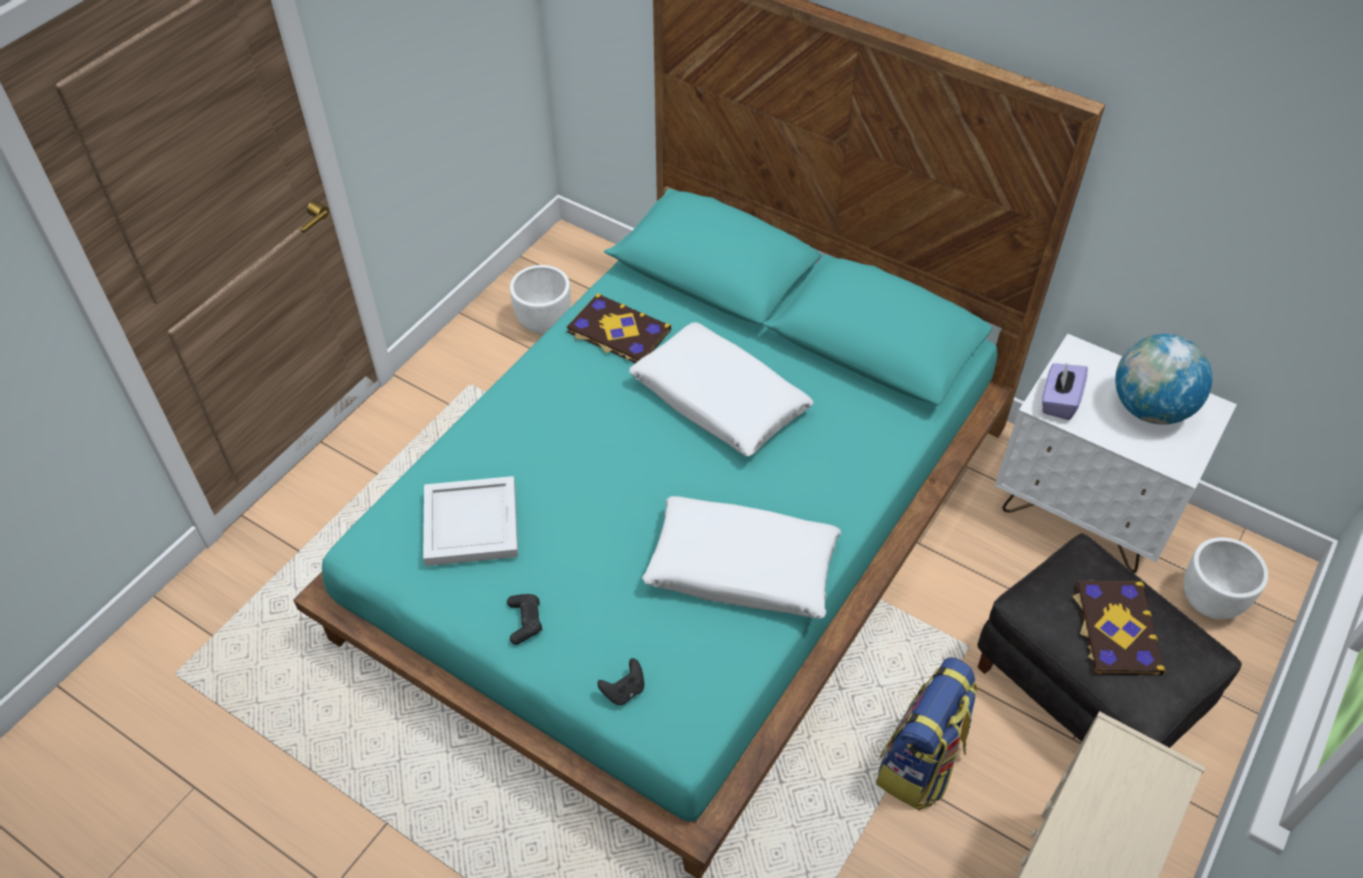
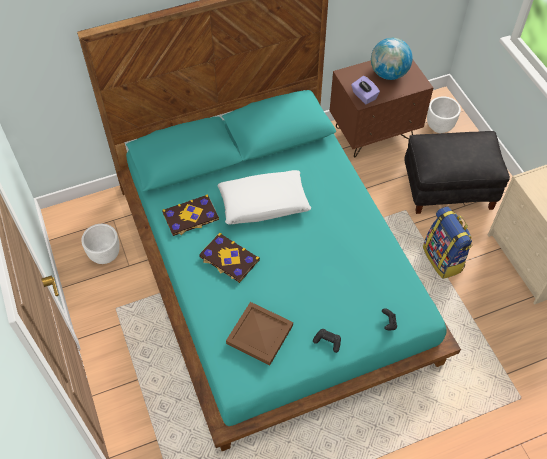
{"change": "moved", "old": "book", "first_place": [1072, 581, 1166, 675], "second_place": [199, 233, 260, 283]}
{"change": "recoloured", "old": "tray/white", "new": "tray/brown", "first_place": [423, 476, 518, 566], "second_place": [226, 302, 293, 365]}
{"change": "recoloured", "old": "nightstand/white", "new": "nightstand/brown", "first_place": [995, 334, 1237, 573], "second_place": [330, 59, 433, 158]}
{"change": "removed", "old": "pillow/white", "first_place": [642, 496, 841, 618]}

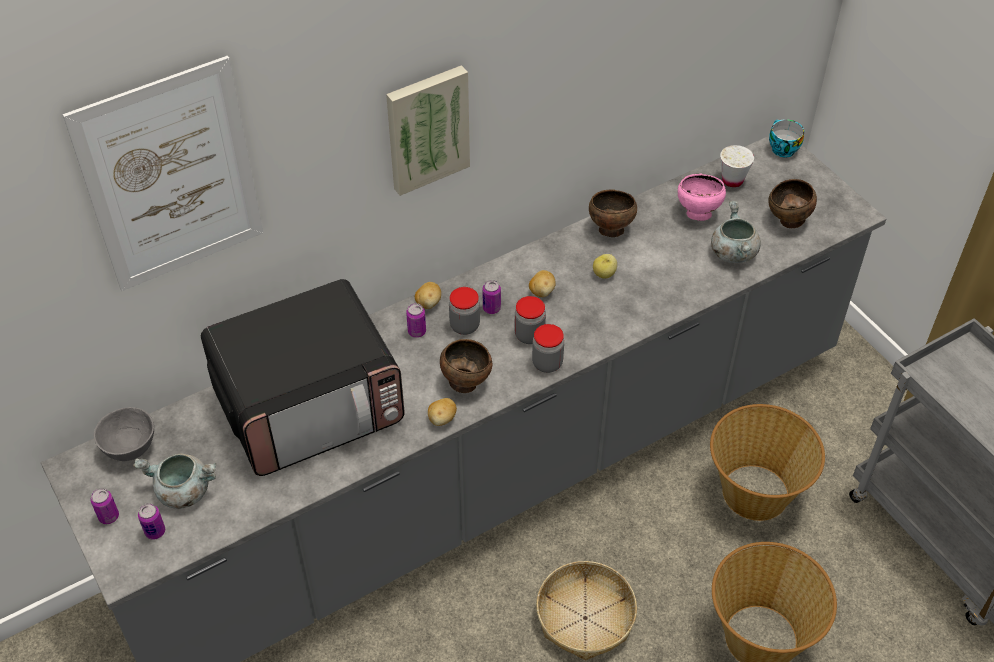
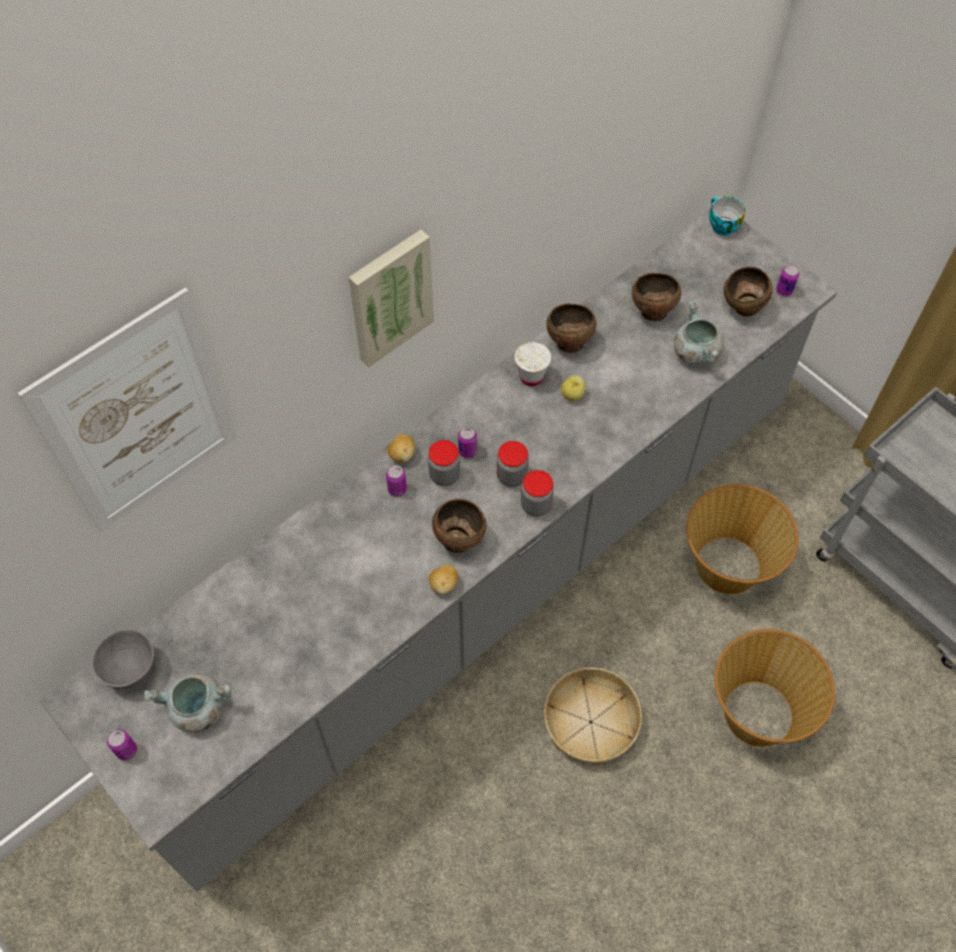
{"change": "moved", "old": "cup/white", "first_place": [720, 145, 754, 187], "second_place": [515, 342, 551, 386]}
{"change": "recoloured", "old": "bowl/pink", "new": "bowl/brown", "first_place": [678, 174, 726, 221], "second_place": [632, 272, 681, 321]}
{"change": "moved", "old": "can", "first_place": [138, 503, 165, 540], "second_place": [776, 264, 799, 297]}
{"change": "removed", "old": "microwave", "first_place": [201, 279, 405, 476]}
{"change": "removed", "old": "potato", "first_place": [529, 270, 556, 297]}

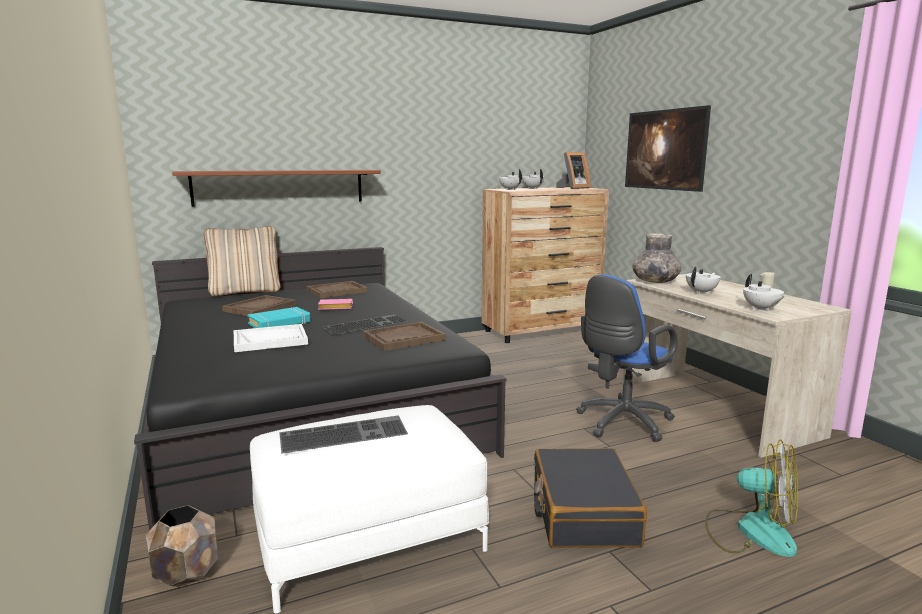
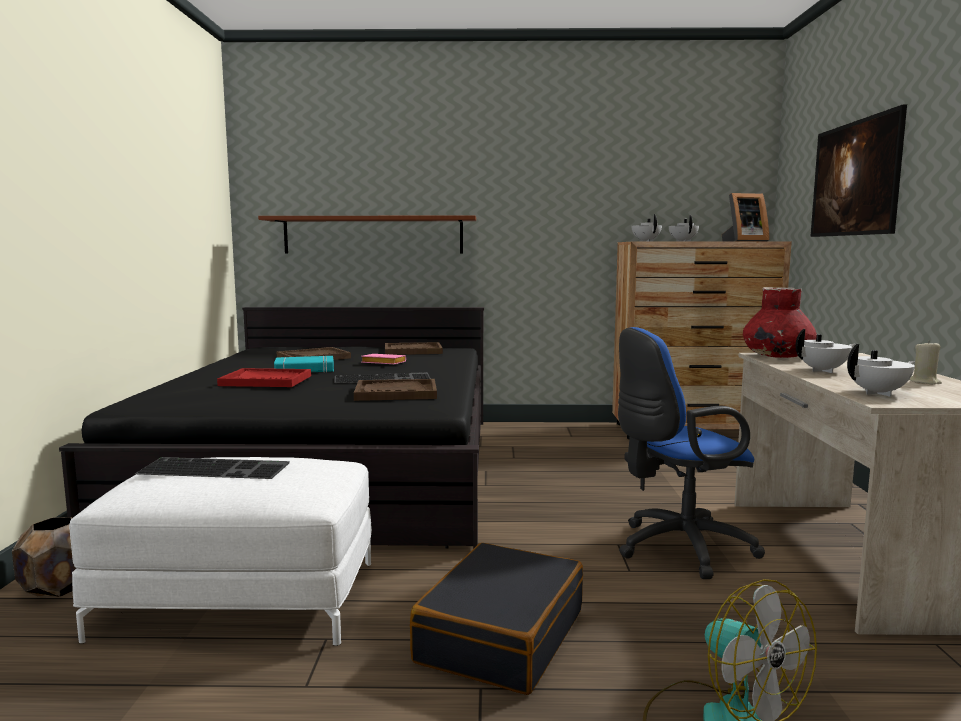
{"change": "recoloured", "old": "tray/white", "new": "tray/red", "first_place": [234, 324, 308, 352], "second_place": [217, 368, 311, 387]}
{"change": "recoloured", "old": "vase/grey", "new": "vase/red", "first_place": [632, 233, 681, 283], "second_place": [743, 287, 817, 358]}
{"change": "turned", "old": "teapot/white", "first_place": [743, 274, 785, 311], "second_place": [847, 344, 915, 397], "degrees": -120}
{"change": "removed", "old": "pillow/beige", "first_place": [204, 226, 281, 297]}

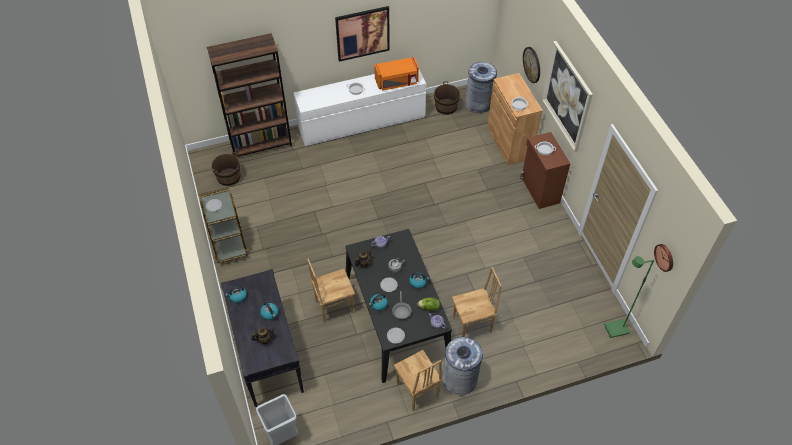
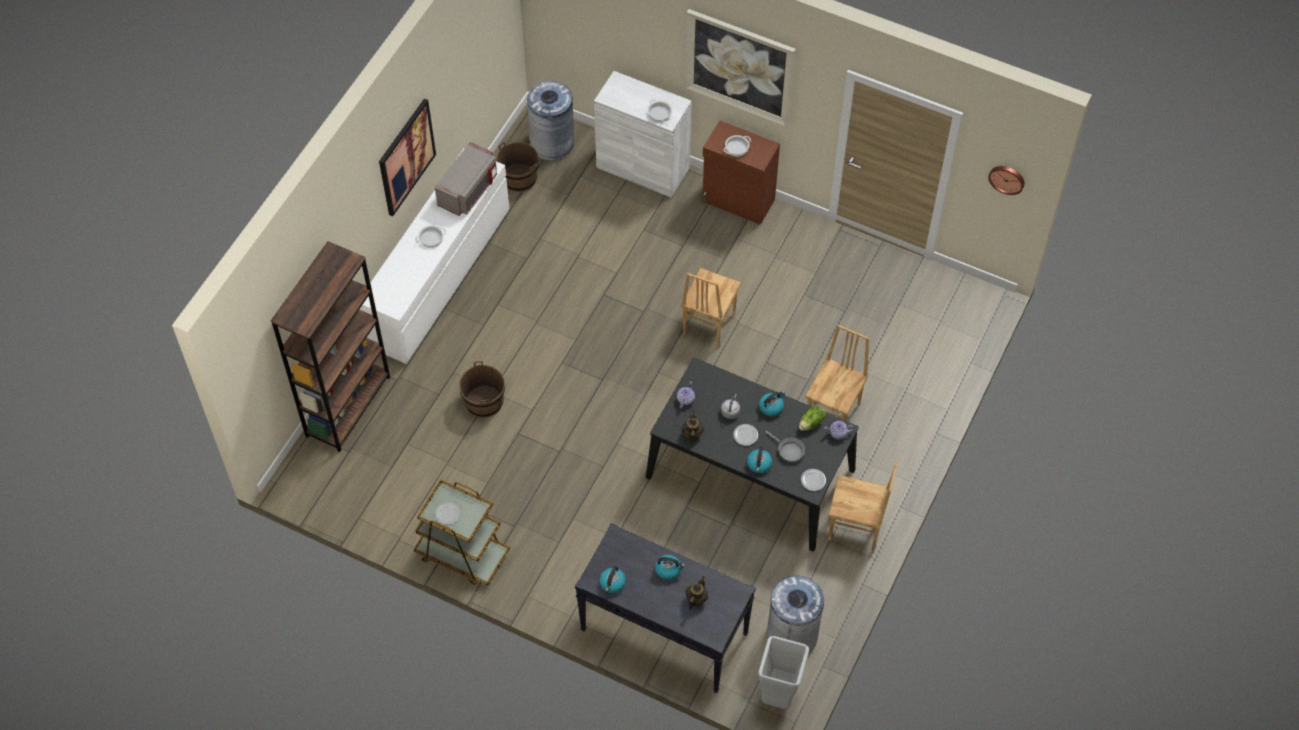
{"change": "recoloured", "old": "microwave/orange", "new": "microwave/grey", "first_place": [374, 57, 419, 91], "second_place": [435, 141, 497, 216]}
{"change": "moved", "old": "bucket/brown", "first_place": [211, 152, 241, 186], "second_place": [459, 361, 505, 418]}
{"change": "recoloured", "old": "cabinet/brown", "new": "cabinet/white", "first_place": [487, 73, 543, 165], "second_place": [594, 71, 692, 197]}
{"change": "moved", "old": "chair/brown", "first_place": [307, 258, 355, 323], "second_place": [681, 268, 741, 347]}
{"change": "moved", "old": "trash can/grey", "first_place": [442, 337, 483, 396], "second_place": [766, 576, 824, 654]}
{"change": "removed", "old": "wall clock", "first_place": [523, 47, 540, 83]}
{"change": "removed", "old": "floor lamp/green", "first_place": [604, 256, 654, 338]}

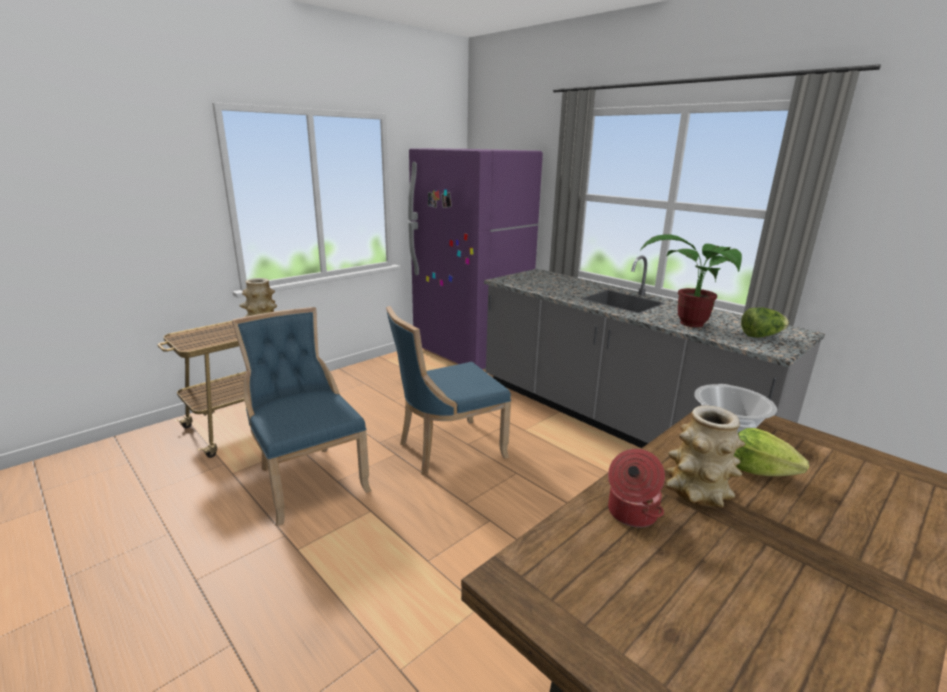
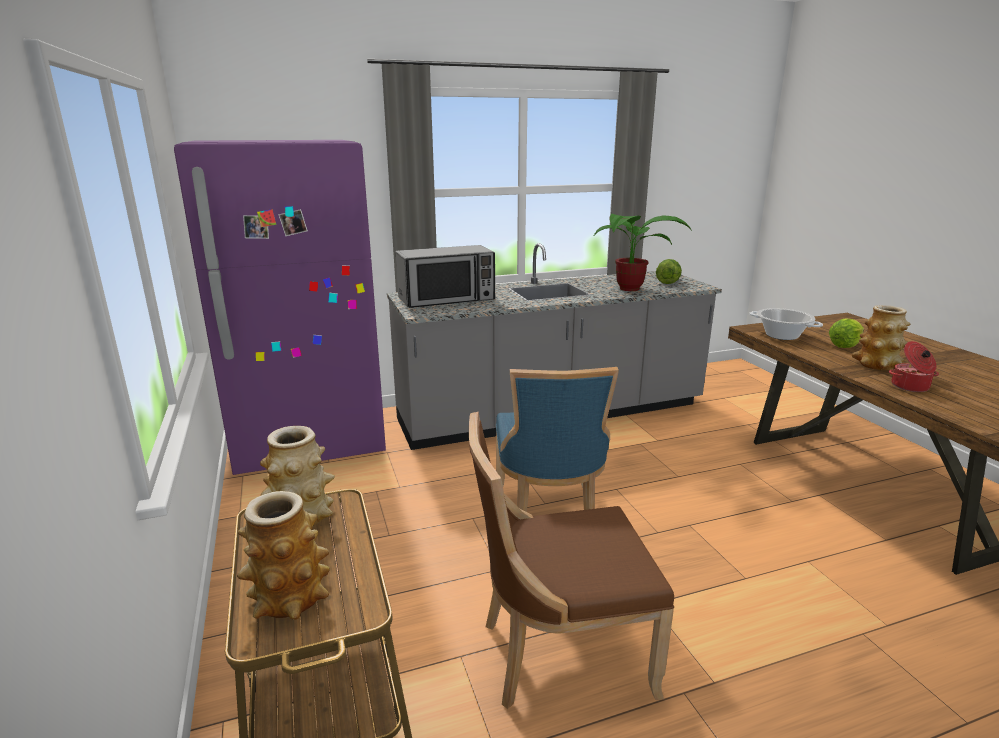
{"change": "added", "new": "vase", "second_place": [237, 491, 330, 620]}
{"change": "added", "new": "microwave", "second_place": [396, 245, 495, 308]}
{"change": "recoloured", "old": "chair/blue", "new": "chair/brown", "first_place": [232, 307, 372, 526], "second_place": [469, 412, 674, 709]}

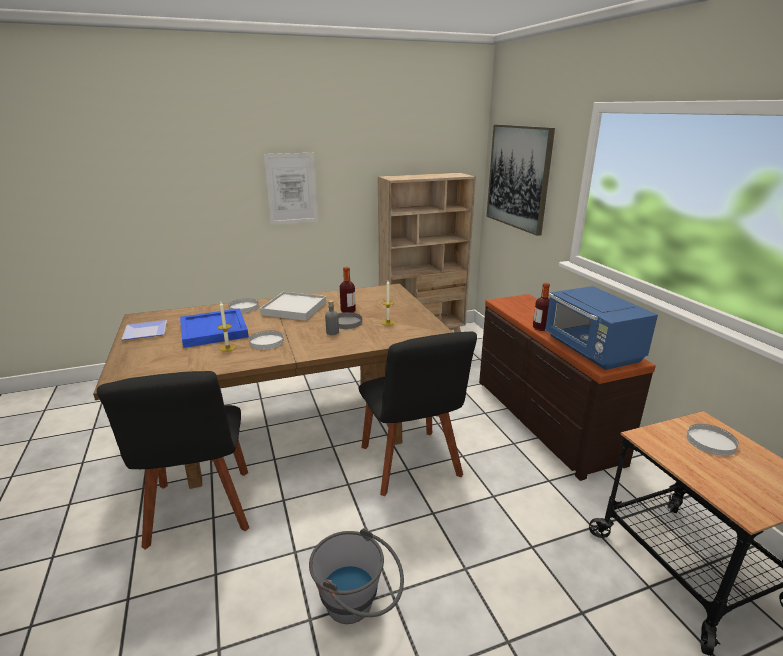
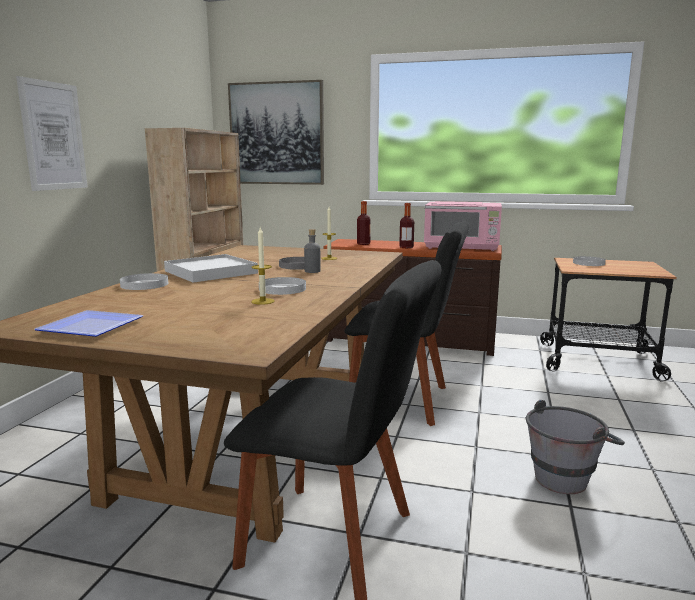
{"change": "moved", "old": "bottle", "first_place": [340, 267, 356, 313], "second_place": [357, 201, 371, 245]}
{"change": "recoloured", "old": "microwave/blue", "new": "microwave/pink", "first_place": [545, 286, 658, 370], "second_place": [424, 201, 502, 251]}
{"change": "removed", "old": "tray/blue", "first_place": [180, 308, 249, 348]}

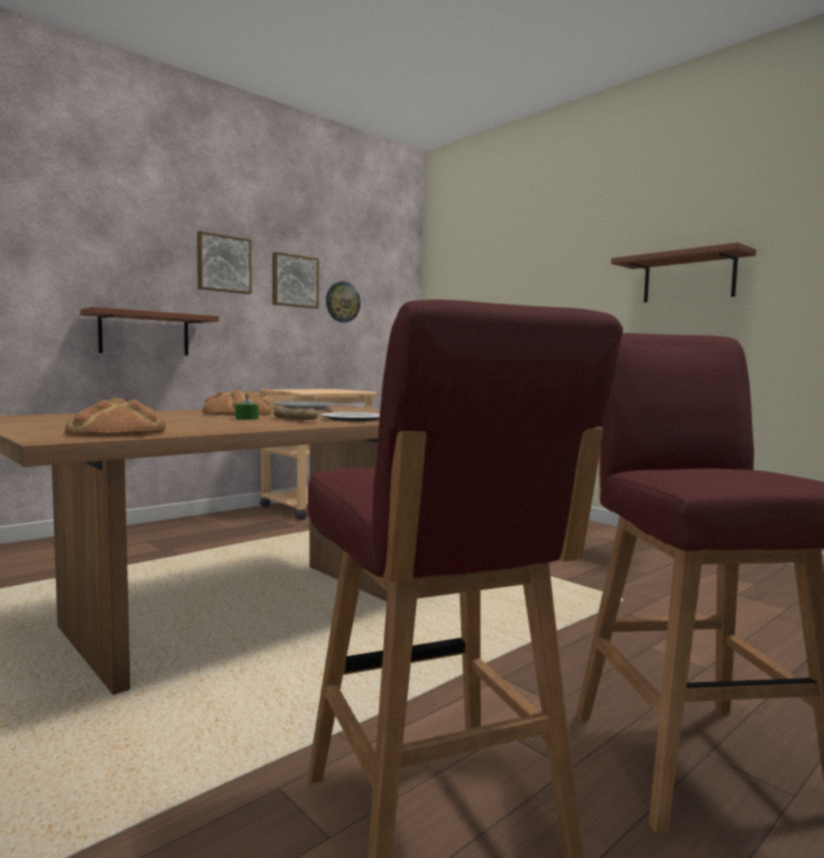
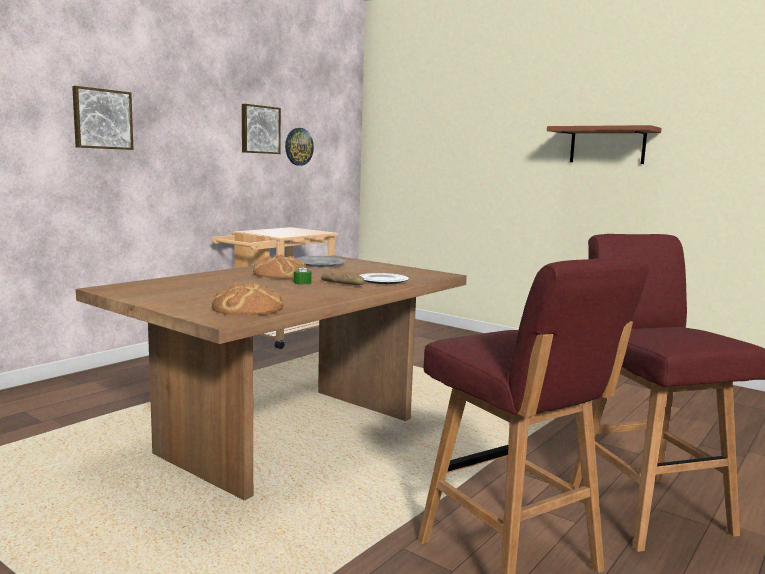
{"change": "moved", "old": "picture", "first_place": [197, 231, 252, 294], "second_place": [72, 86, 134, 150]}
{"change": "removed", "old": "shelf", "first_place": [80, 307, 219, 355]}

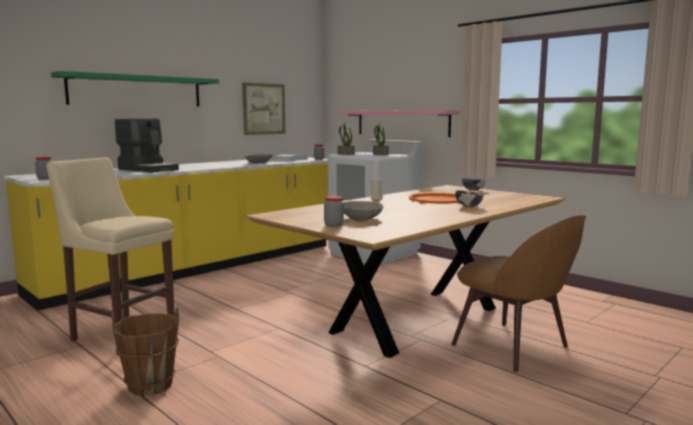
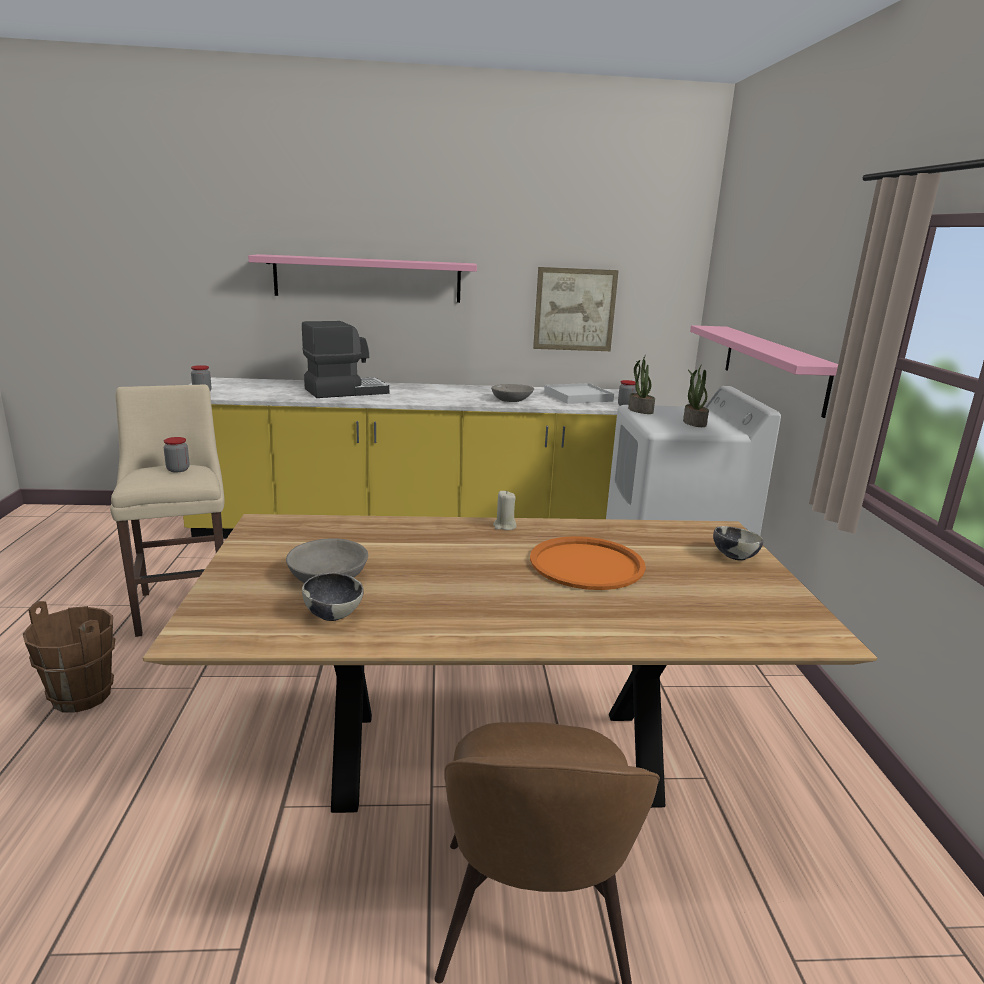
{"change": "moved", "old": "jar", "first_place": [324, 196, 344, 227], "second_place": [164, 437, 190, 472]}
{"change": "recoloured", "old": "shelf/green", "new": "shelf/pink", "first_place": [51, 71, 219, 106], "second_place": [248, 254, 477, 303]}
{"change": "turned", "old": "coffee machine", "first_place": [115, 119, 179, 173], "second_place": [302, 321, 389, 398], "degrees": -105}
{"change": "moved", "old": "bowl", "first_place": [455, 190, 484, 207], "second_place": [302, 573, 364, 621]}

